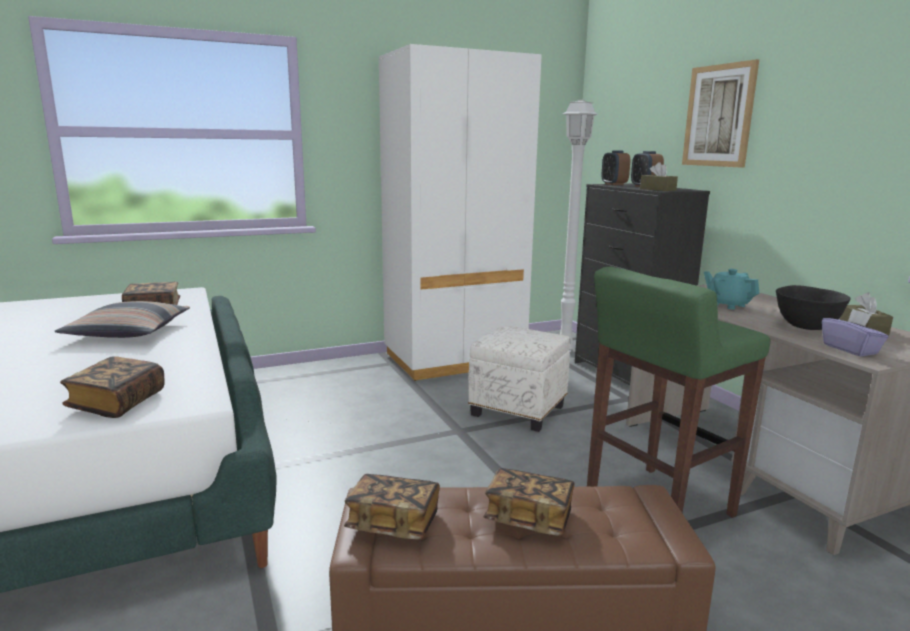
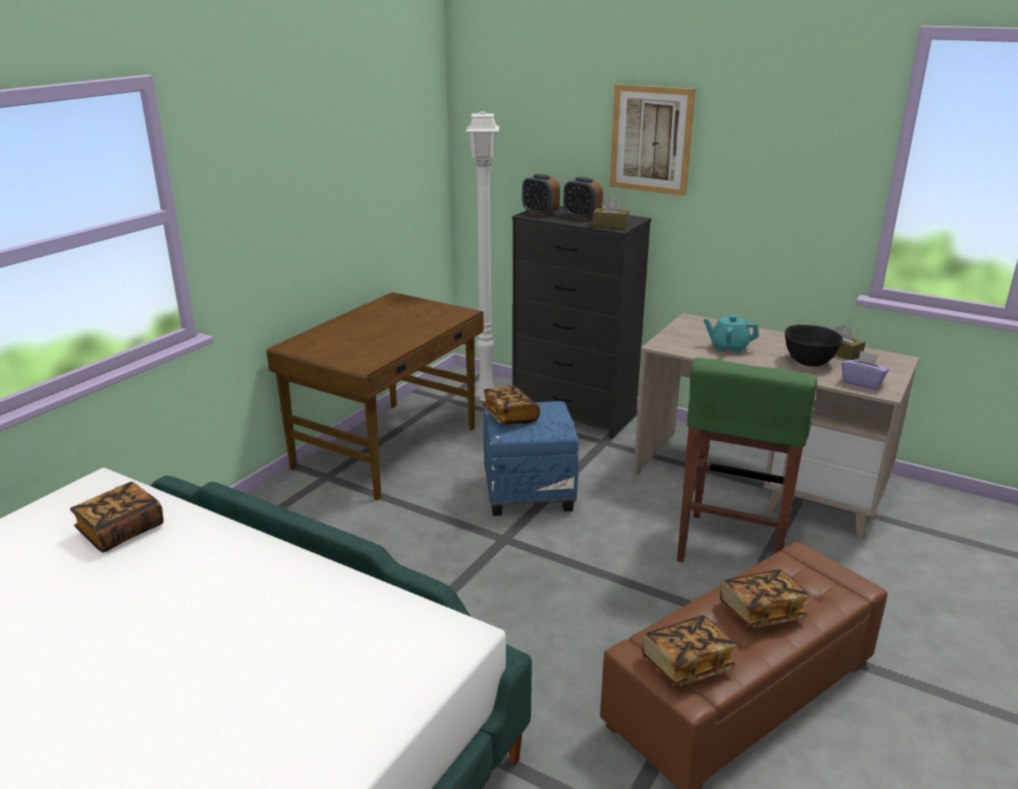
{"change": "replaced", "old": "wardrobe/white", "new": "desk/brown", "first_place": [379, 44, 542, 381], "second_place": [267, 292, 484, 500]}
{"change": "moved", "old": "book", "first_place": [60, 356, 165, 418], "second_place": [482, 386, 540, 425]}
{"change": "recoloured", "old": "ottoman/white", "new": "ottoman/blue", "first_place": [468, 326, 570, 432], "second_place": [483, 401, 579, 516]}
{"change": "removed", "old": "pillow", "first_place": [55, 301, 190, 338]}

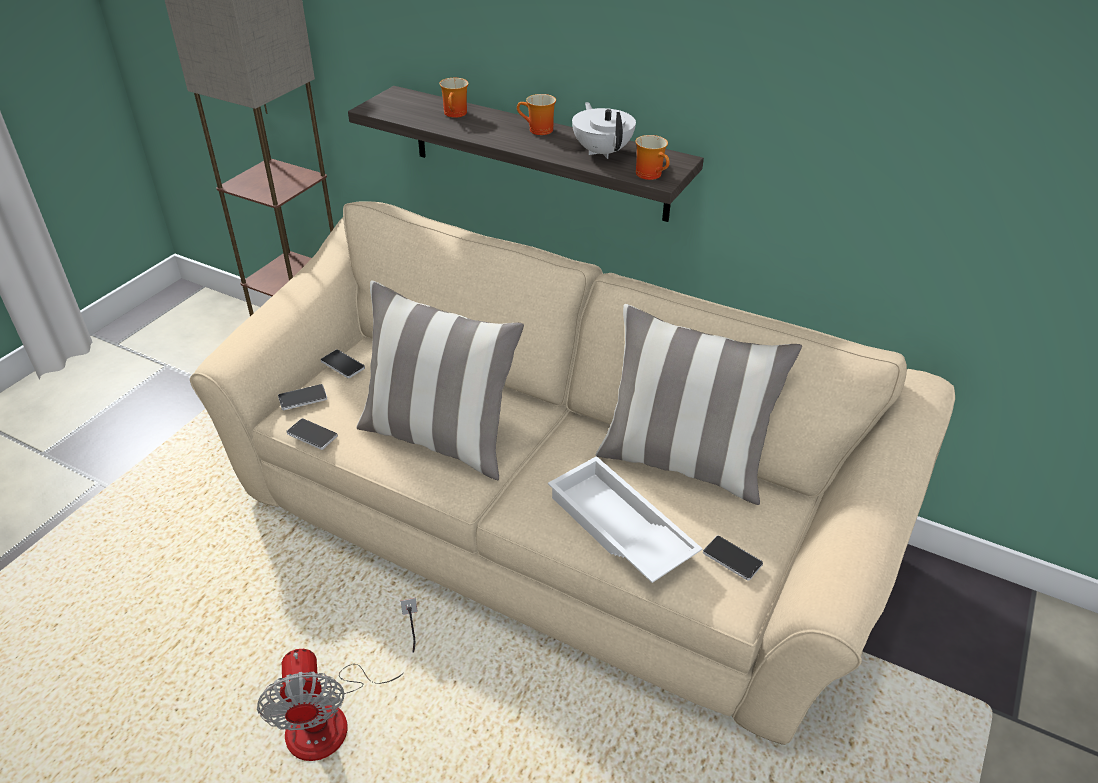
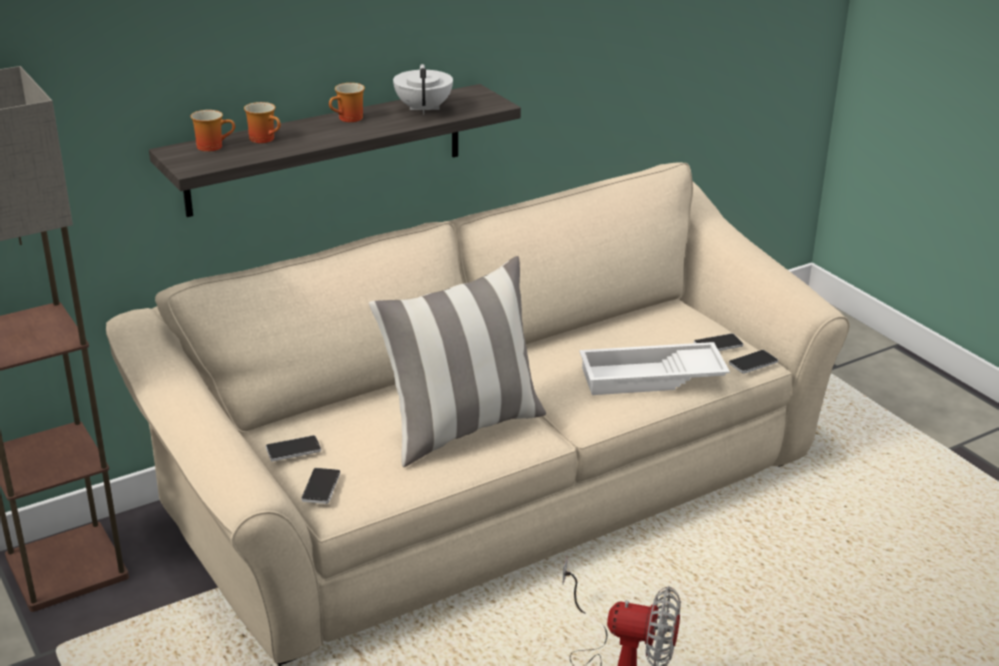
{"change": "moved", "old": "mug", "first_place": [635, 135, 670, 180], "second_place": [190, 110, 235, 151]}
{"change": "turned", "old": "teapot/white", "first_place": [572, 102, 636, 159], "second_place": [393, 64, 453, 115], "degrees": 75}
{"change": "moved", "old": "phone", "first_place": [287, 418, 338, 450], "second_place": [729, 350, 778, 374]}
{"change": "removed", "old": "pillow", "first_place": [596, 304, 802, 505]}

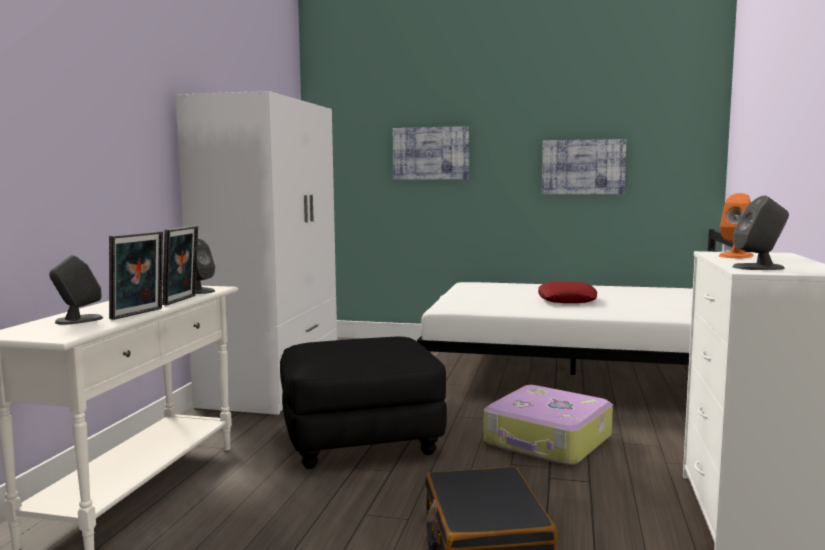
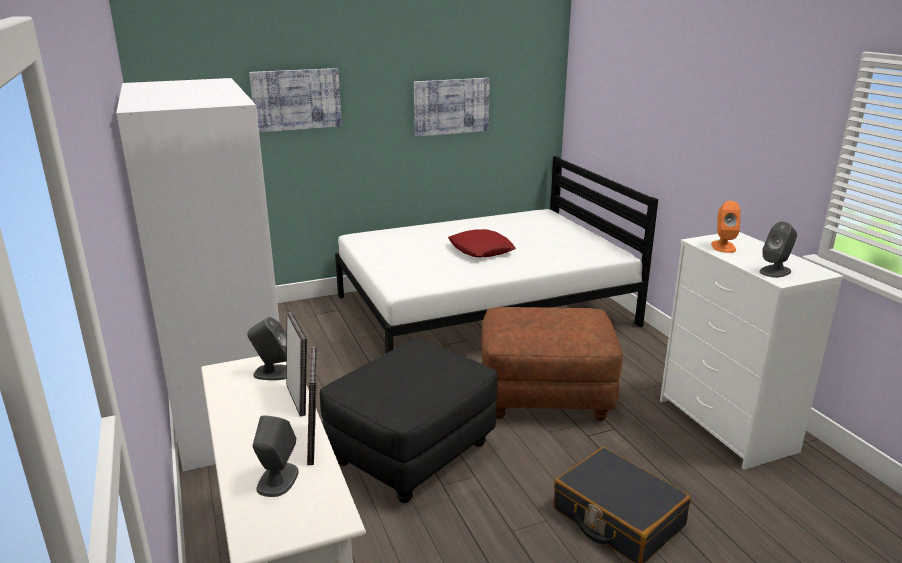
{"change": "replaced", "old": "suitcase", "new": "ottoman/brown", "first_place": [483, 385, 613, 465], "second_place": [481, 307, 623, 421]}

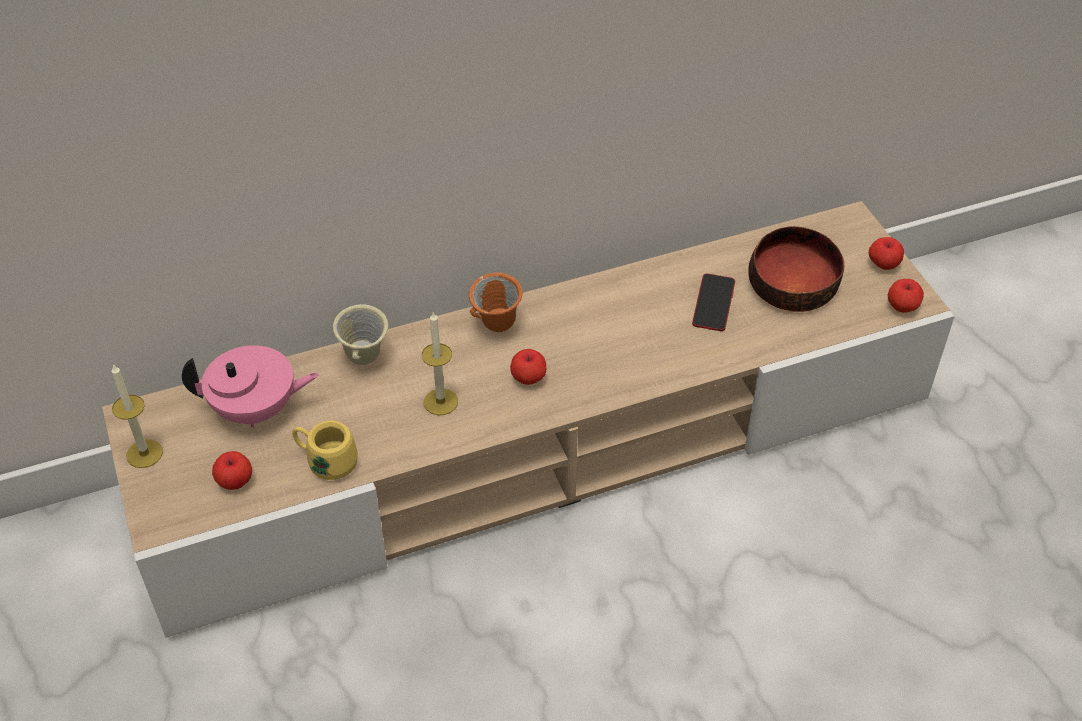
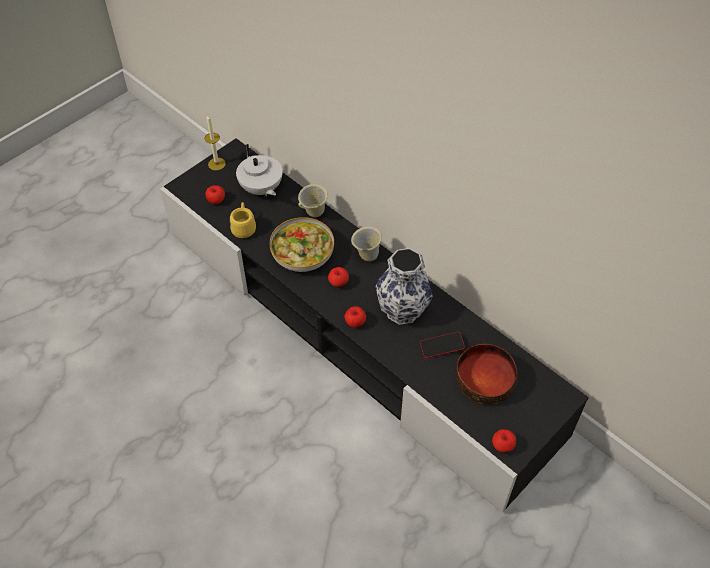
{"change": "recoloured", "old": "tv stand/beige", "new": "tv stand/black", "first_place": [102, 201, 955, 638], "second_place": [160, 138, 589, 513]}
{"change": "recoloured", "old": "teapot/pink", "new": "teapot/white", "first_place": [182, 345, 319, 428], "second_place": [236, 144, 283, 196]}
{"change": "replaced", "old": "candle", "new": "bowl", "first_place": [422, 312, 458, 415], "second_place": [270, 217, 334, 272]}
{"change": "moved", "old": "apple", "first_place": [869, 237, 904, 270], "second_place": [345, 306, 366, 327]}
{"change": "recoloured", "old": "mug/orange", "new": "mug/beige", "first_place": [469, 273, 522, 332], "second_place": [351, 227, 382, 261]}
{"change": "added", "new": "vase", "second_place": [376, 248, 433, 325]}

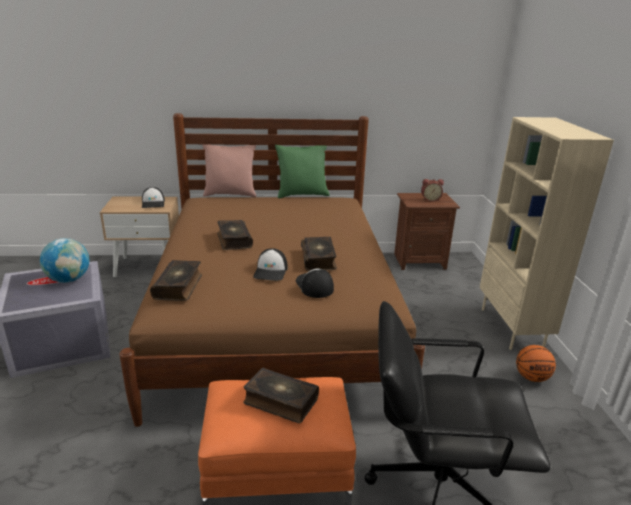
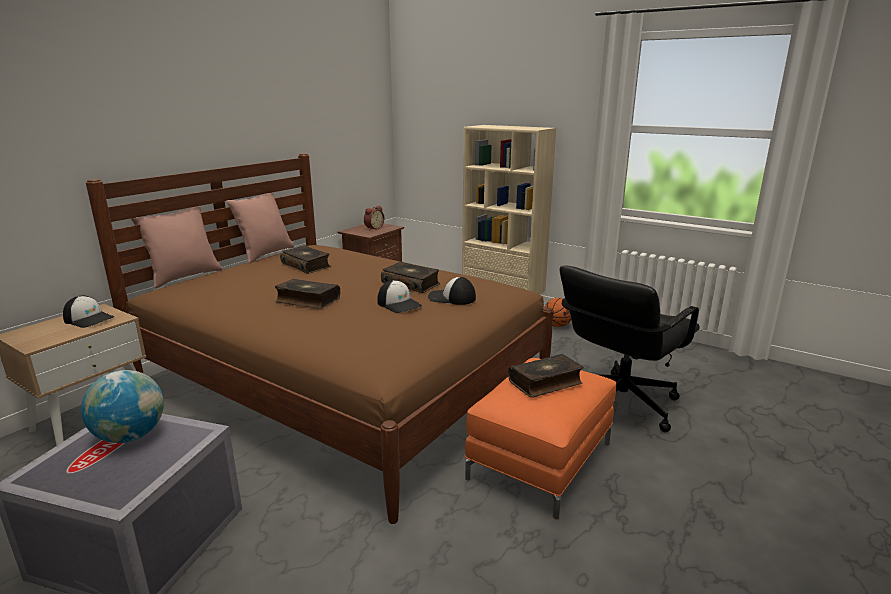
{"change": "recoloured", "old": "pillow/green", "new": "pillow/pink", "first_place": [275, 145, 330, 198], "second_place": [227, 192, 294, 264]}
{"change": "moved", "old": "book", "first_place": [150, 260, 202, 301], "second_place": [280, 246, 331, 274]}

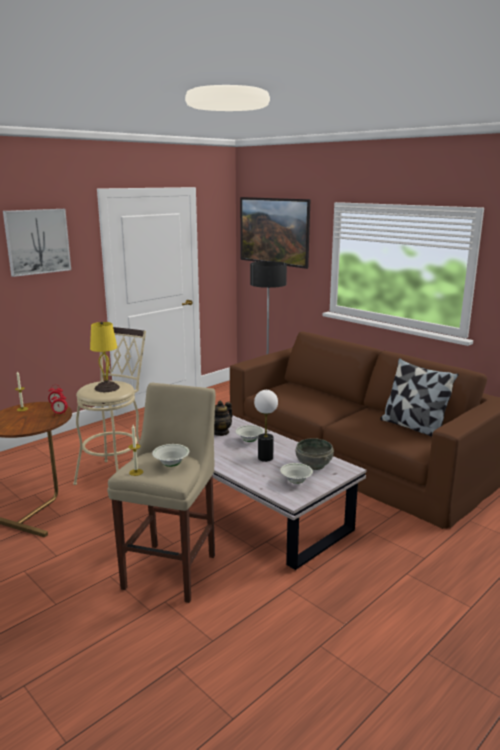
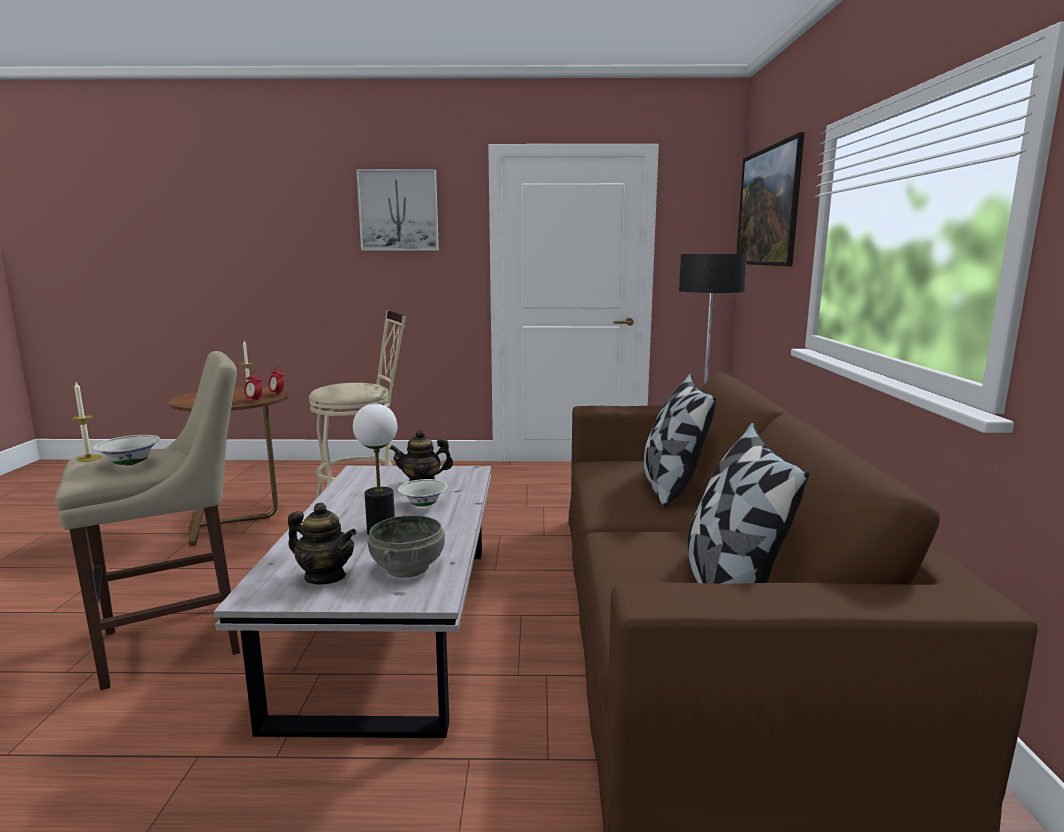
{"change": "replaced", "old": "bowl/white", "new": "teapot", "first_place": [280, 463, 313, 484], "second_place": [288, 502, 357, 584]}
{"change": "added", "new": "pillow", "second_place": [643, 373, 716, 508]}
{"change": "removed", "old": "table lamp/yellow", "first_place": [90, 322, 120, 392]}

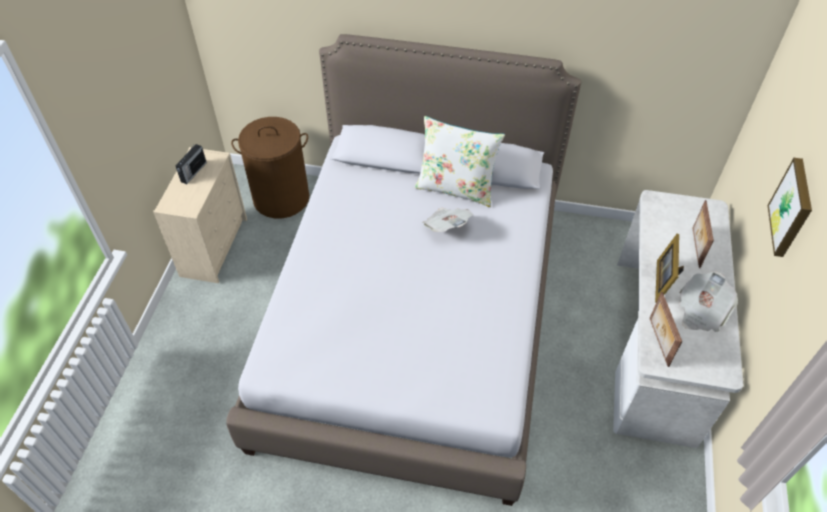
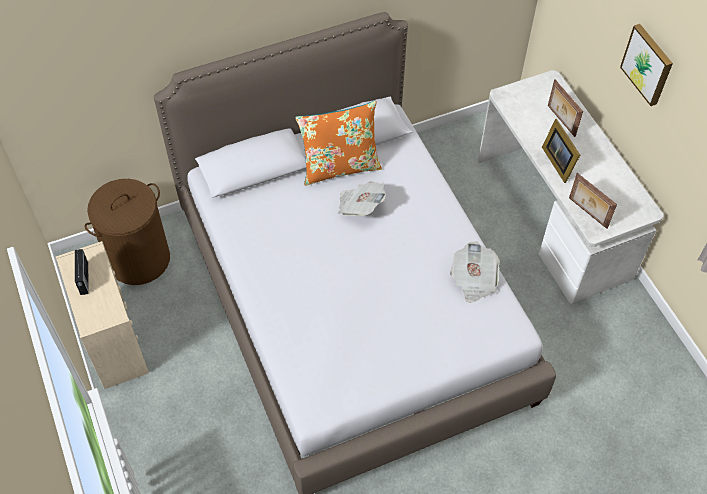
{"change": "recoloured", "old": "pillow/white", "new": "pillow/orange", "first_place": [414, 116, 505, 207], "second_place": [295, 101, 382, 186]}
{"change": "moved", "old": "newspaper", "first_place": [679, 272, 738, 332], "second_place": [450, 241, 500, 303]}

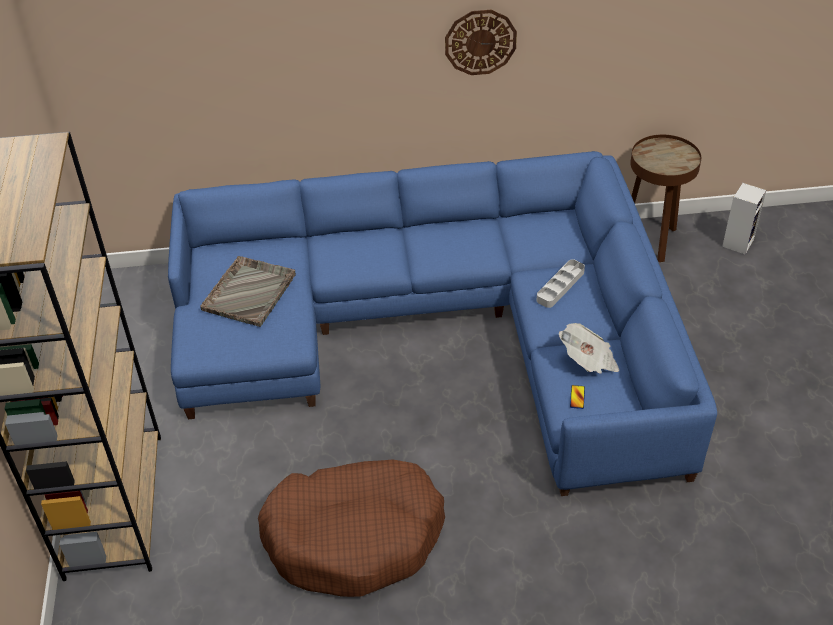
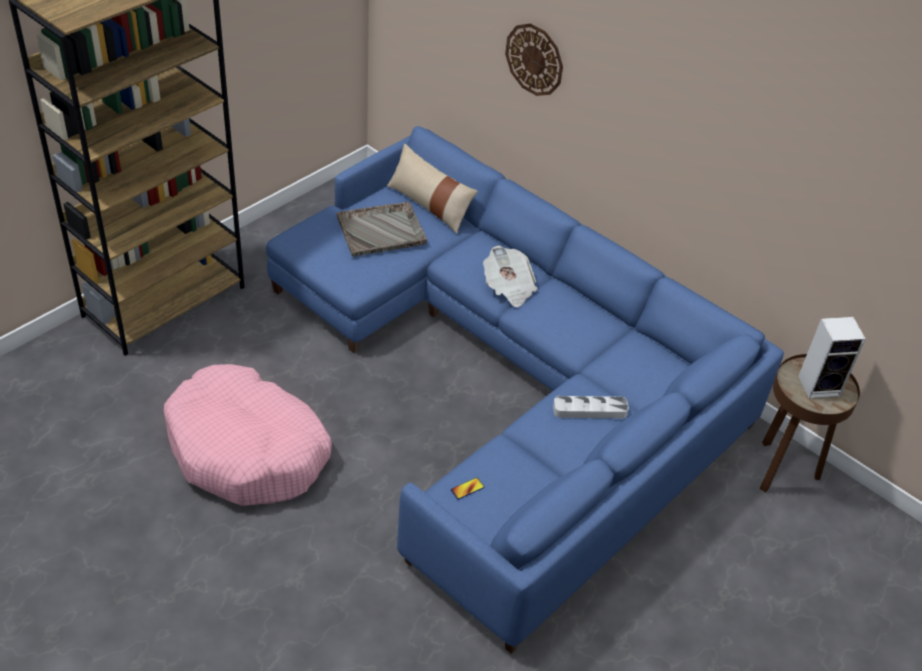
{"change": "recoloured", "old": "dog bed/brown", "new": "dog bed/pink", "first_place": [258, 460, 445, 597], "second_place": [164, 364, 332, 506]}
{"change": "added", "new": "pillow/beige", "second_place": [387, 144, 478, 234]}
{"change": "moved", "old": "newspaper", "first_place": [559, 323, 619, 374], "second_place": [483, 245, 537, 307]}
{"change": "moved", "old": "wall clock", "first_place": [445, 10, 517, 75], "second_place": [505, 23, 563, 96]}
{"change": "moved", "old": "speaker", "first_place": [722, 183, 766, 254], "second_place": [798, 317, 866, 399]}

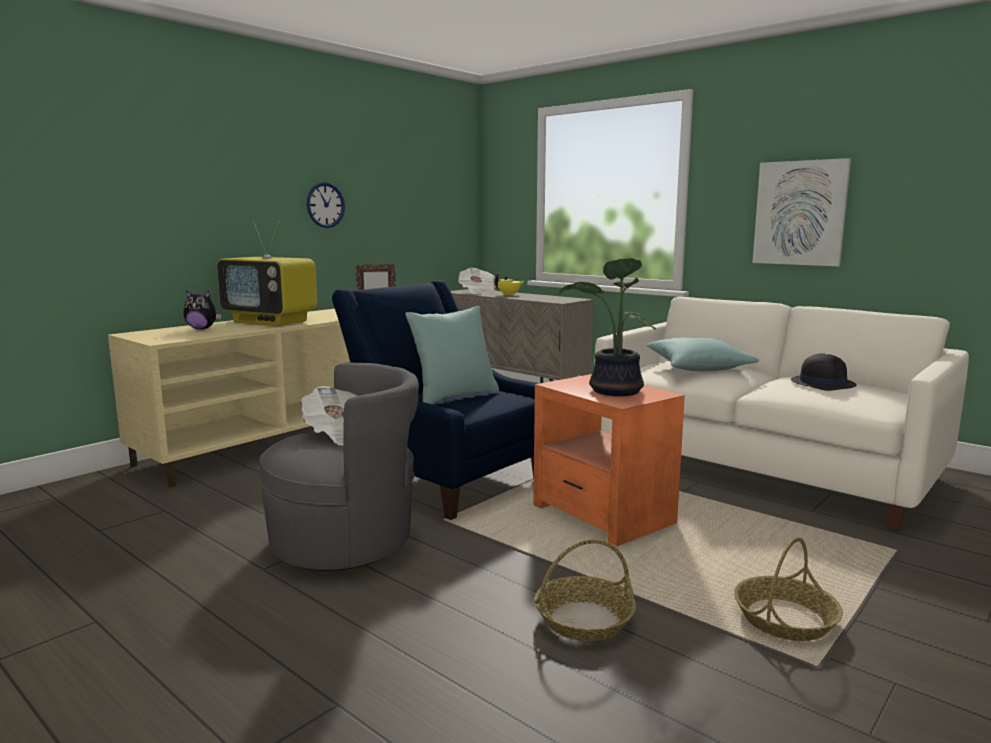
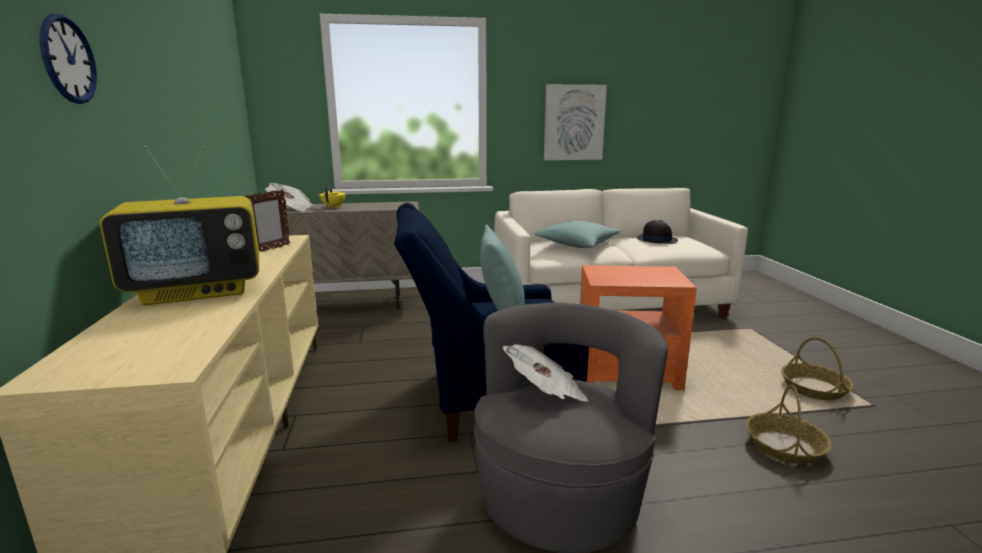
{"change": "moved", "old": "wall clock", "first_place": [307, 182, 345, 228], "second_place": [39, 14, 97, 104]}
{"change": "removed", "old": "plush toy", "first_place": [184, 290, 222, 329]}
{"change": "removed", "old": "potted plant", "first_place": [558, 258, 657, 396]}

